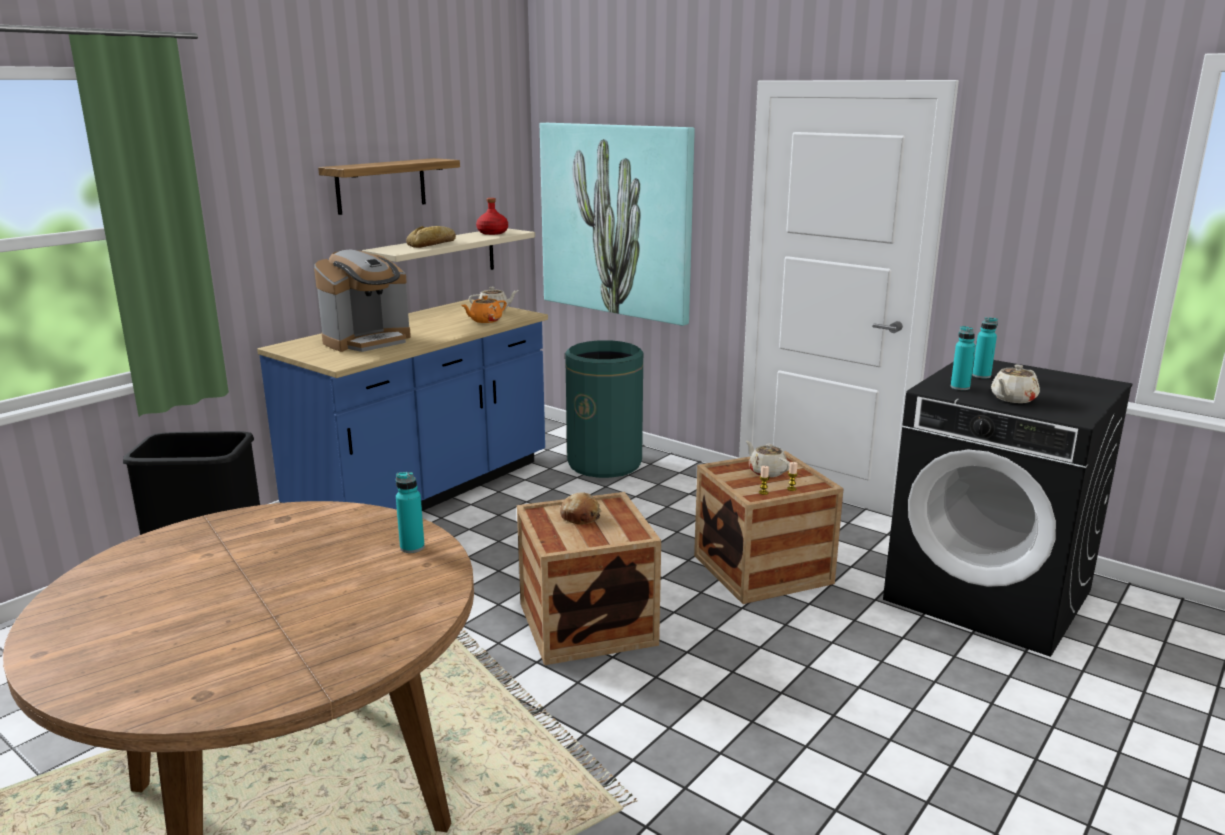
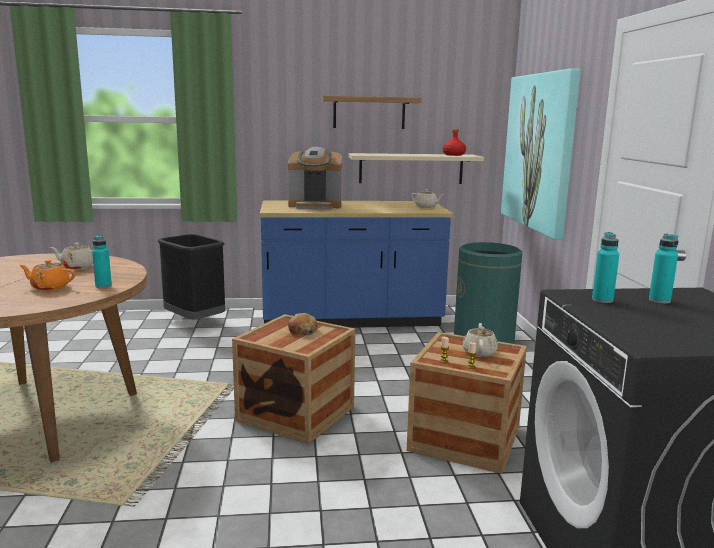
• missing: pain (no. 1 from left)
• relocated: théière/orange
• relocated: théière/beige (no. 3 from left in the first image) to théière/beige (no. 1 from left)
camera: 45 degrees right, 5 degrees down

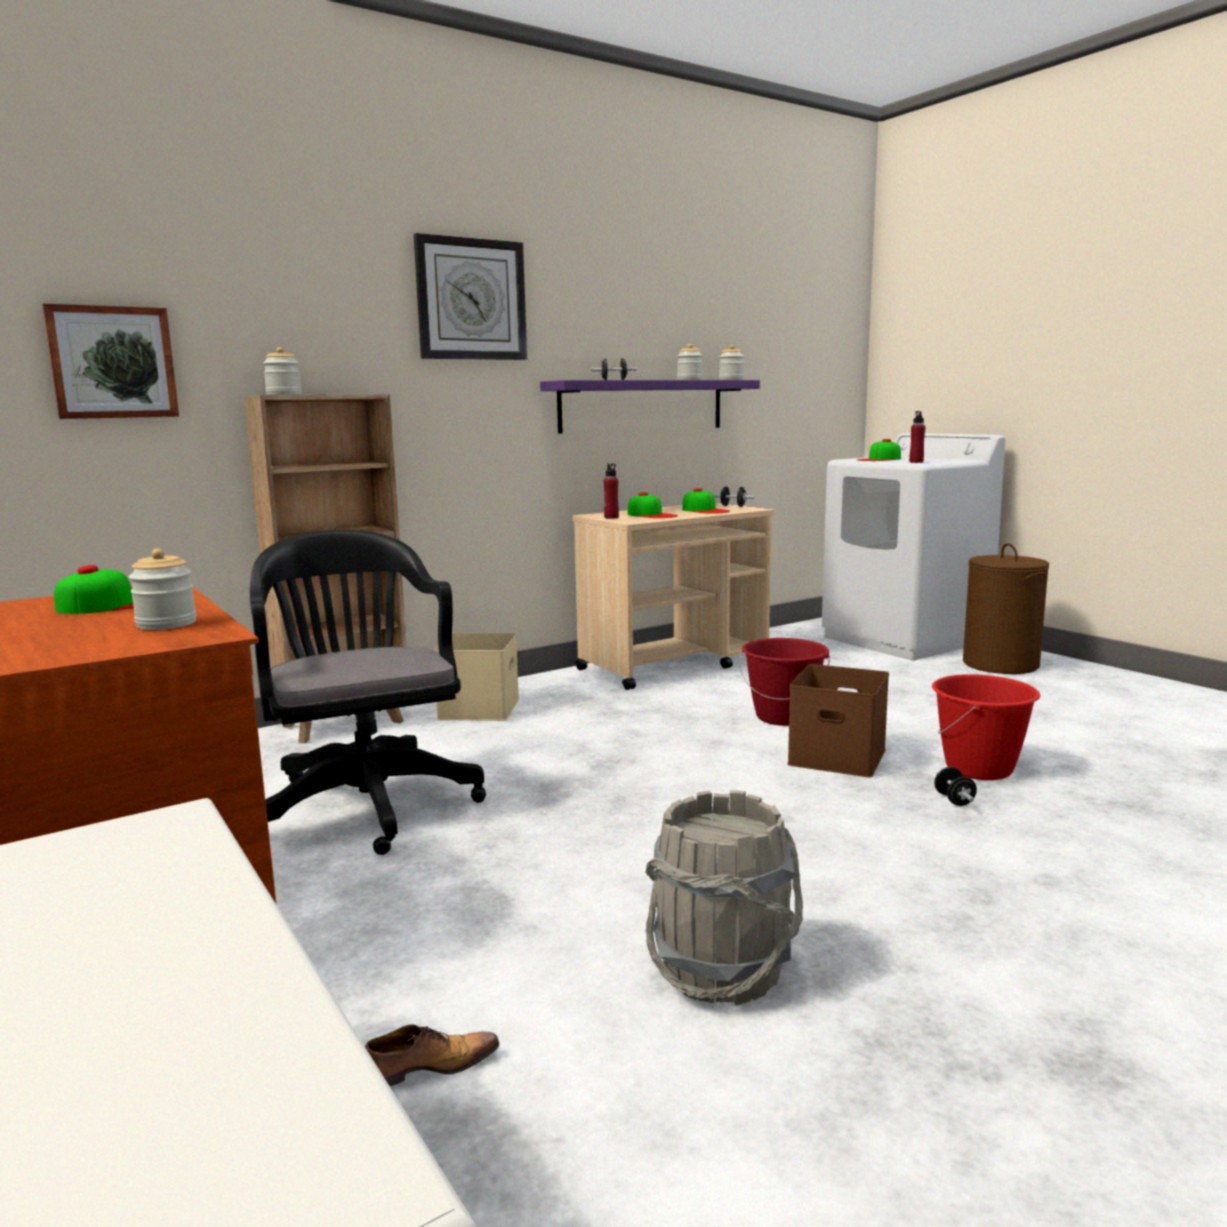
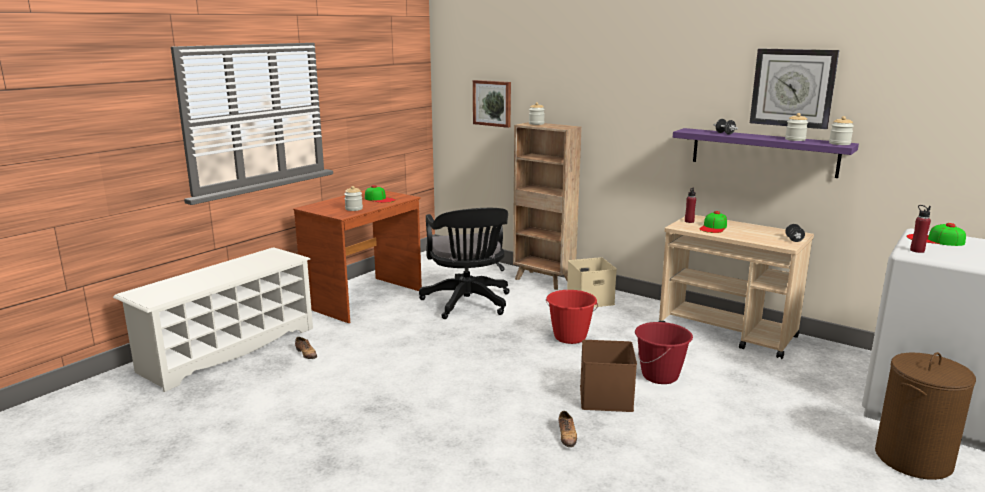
• relocated: horloge murale
• missing: casquette (no. 3 from left)
• spun: chaise de bureau/noir 120 degrees clockwise
• relocated: seau/rouge (no. 2 from left in the first image) to seau/rouge (no. 1 from left)
• exchanged: haltère/noir (no. 3 from left) to chaussure (no. 2 from left)
• missing: seau/gris
camera: 70 degrees right, 5 degrees up

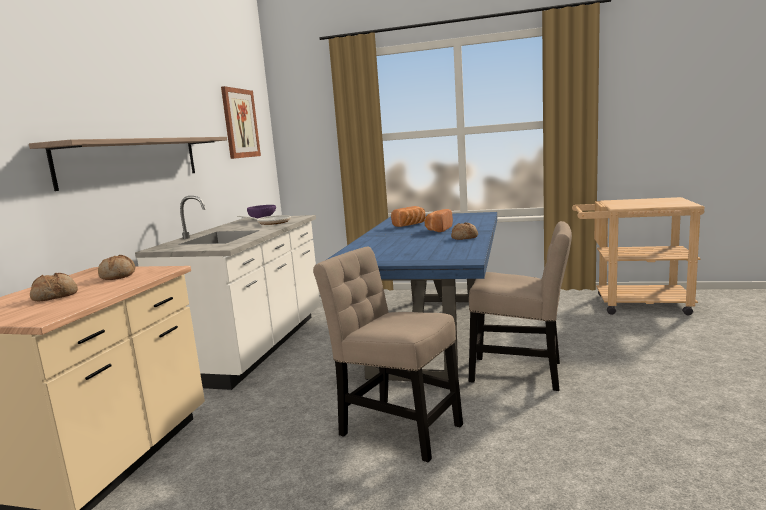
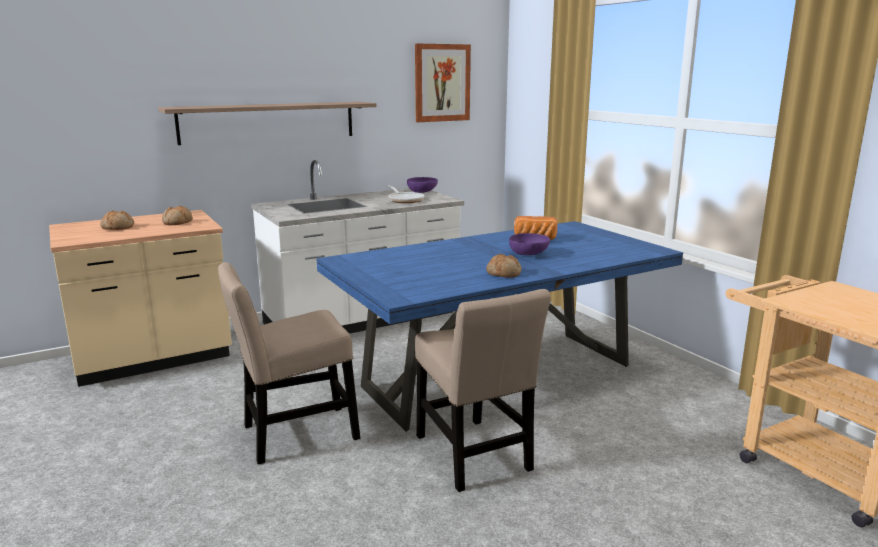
• exchanged: pain (no. 4 from left) to bol/violet (no. 2 from left)
• spun: chaise/beige (no. 1 from left) 105 degrees counterclockwise
camera: 45 degrees right, 5 degrees up

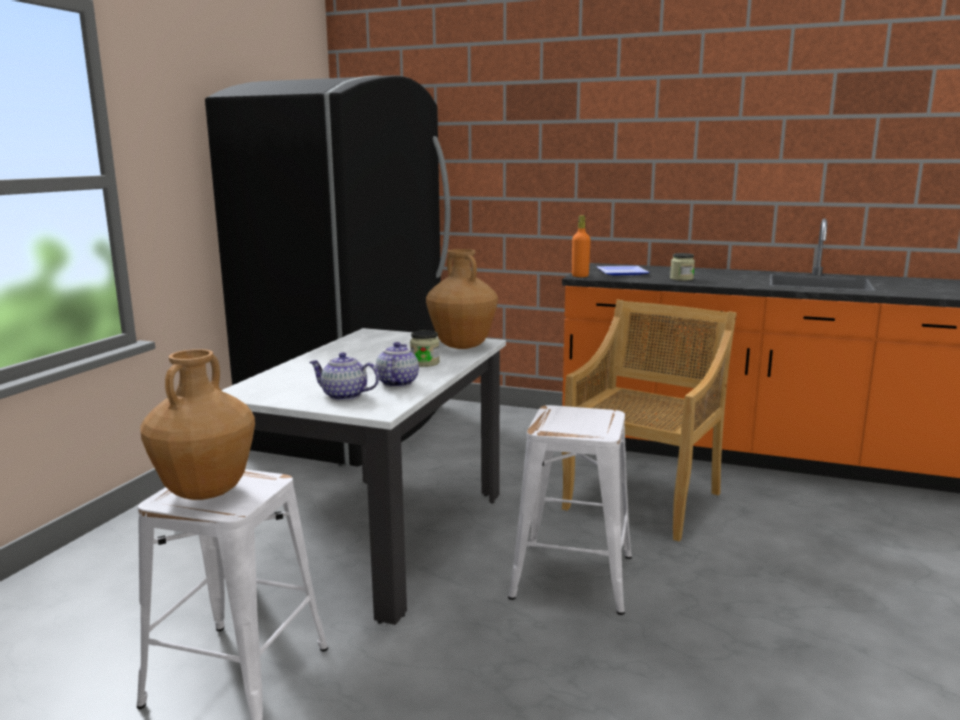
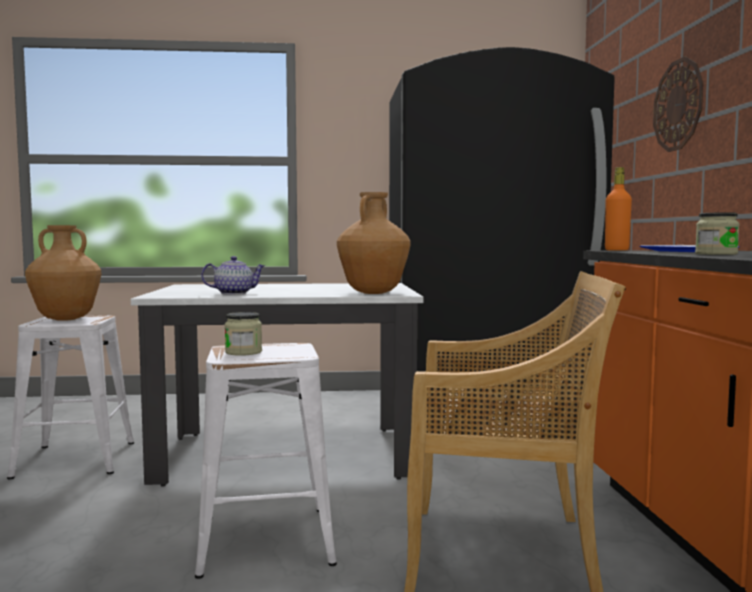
• relocated: bocal (no. 1 from left)
• missing: théière (no. 1 from left)
• appeared: horloge murale
camera: 65 degrees right, 10 degrees down

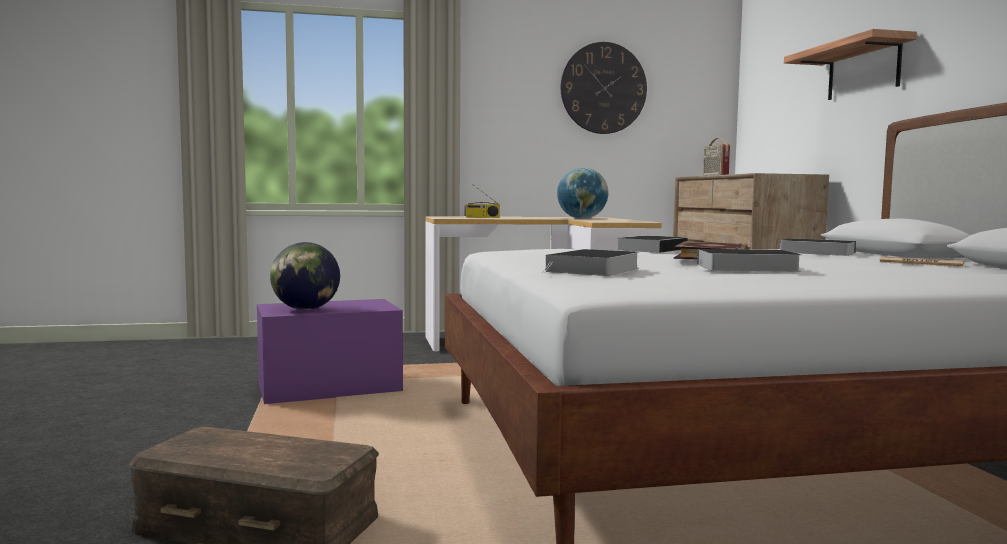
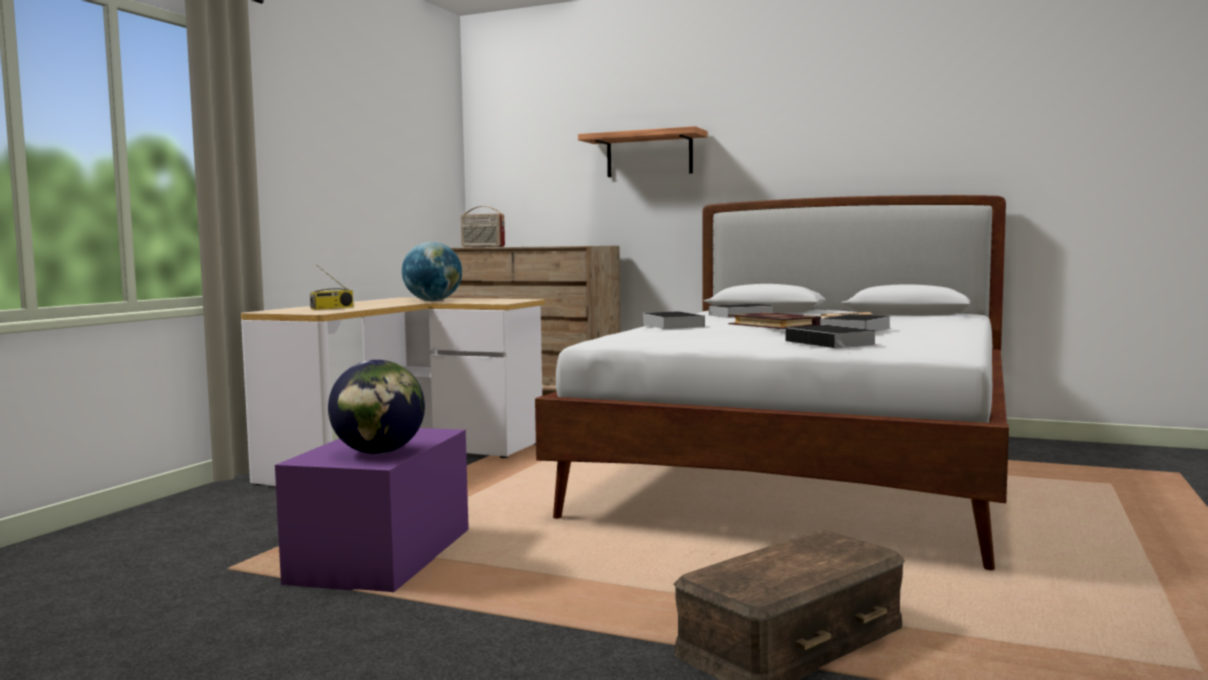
• missing: horloge murale
camera: 55 degrees left, 0 degrees up

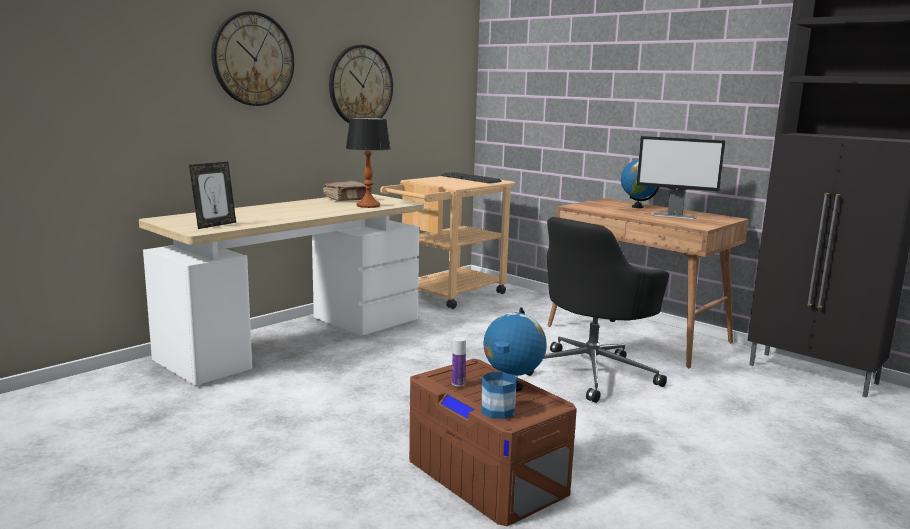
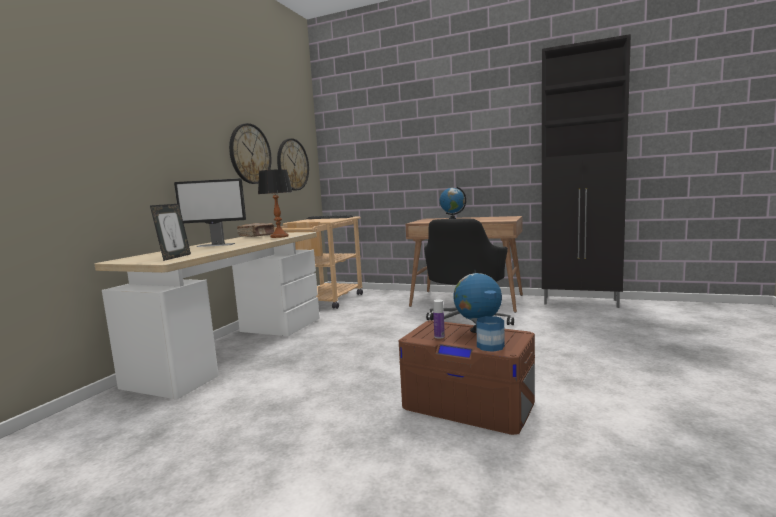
• relocated: horloge murale (no. 1 from left in the first image) to horloge murale (no. 2 from left)
• relocated: écran d'ordinateur
camera: 20 degrees left, 5 degrees down

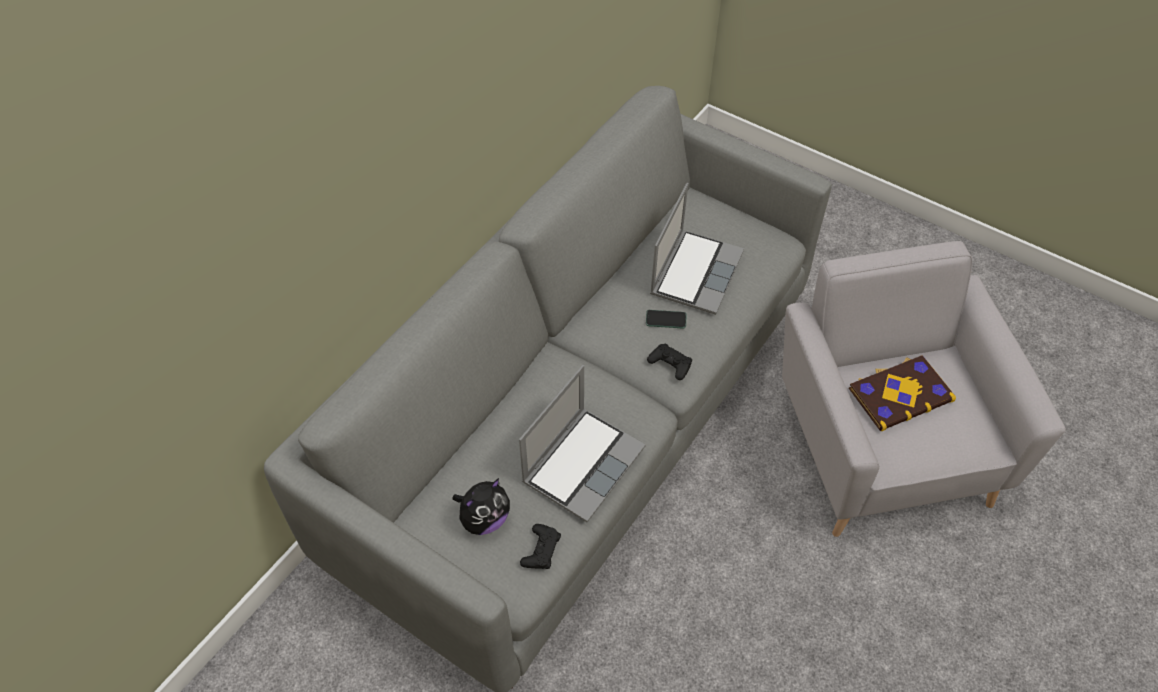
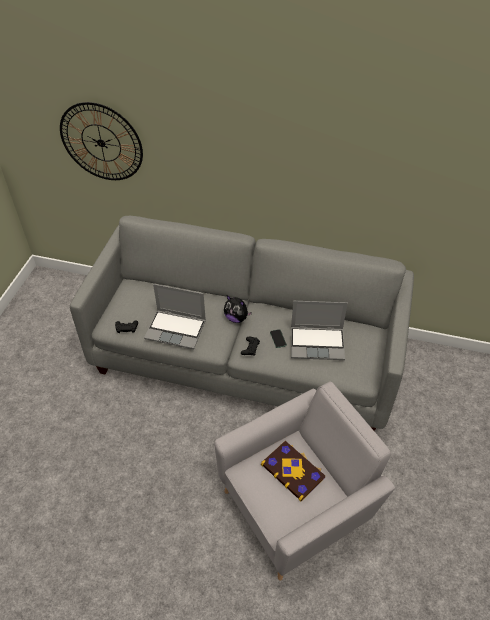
• relocated: peluche
• appeared: horloge murale
camera: 70 degrees right, 5 degrees down

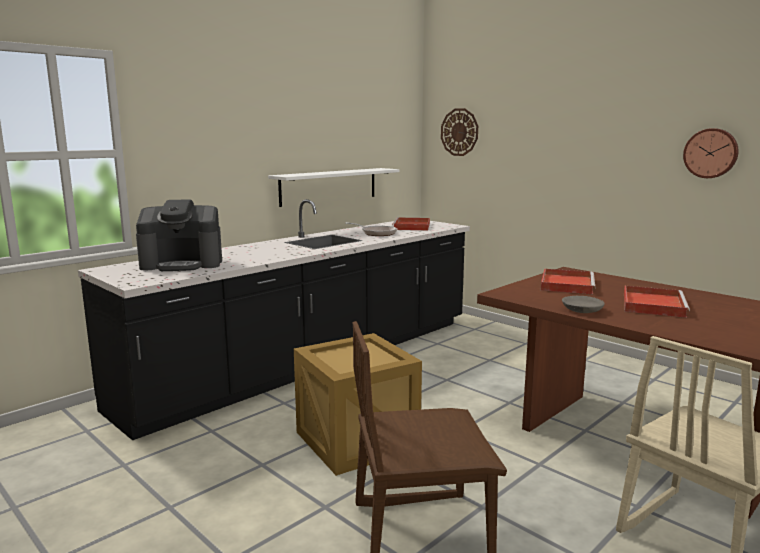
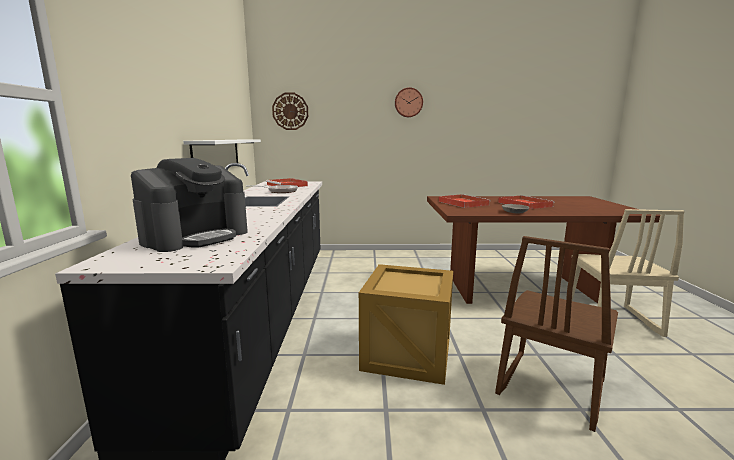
• relocated: horloge murale (no. 2 from left)
camera: 45 degrees left, 0 degrees up

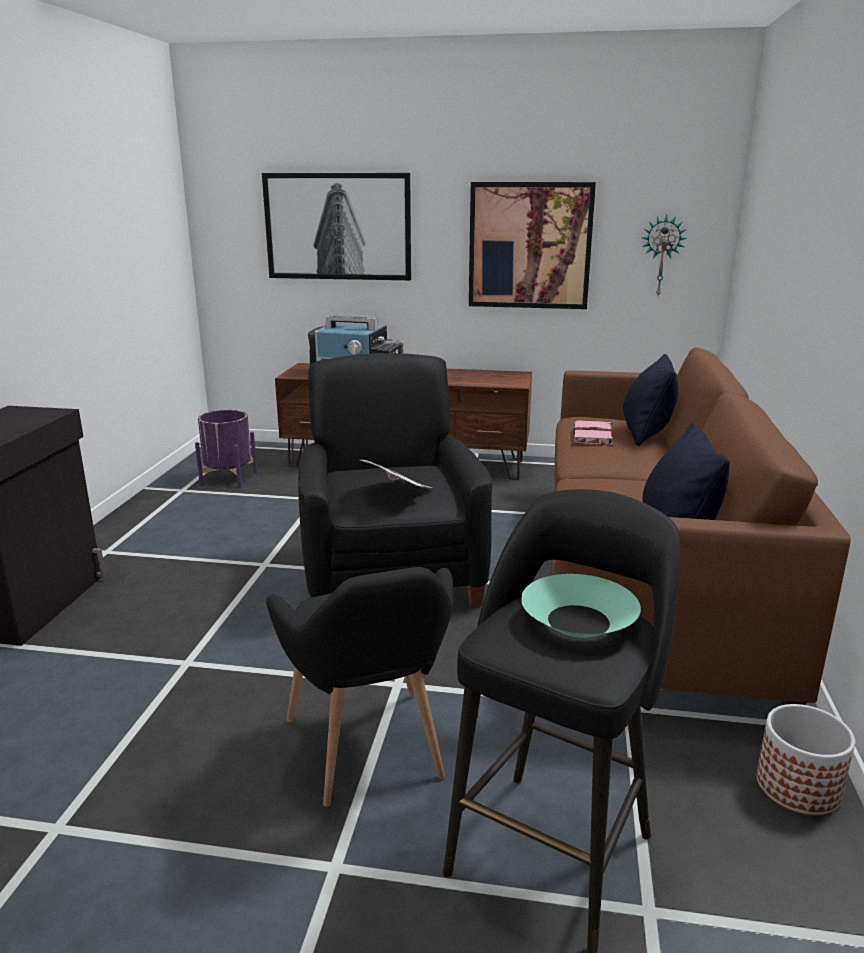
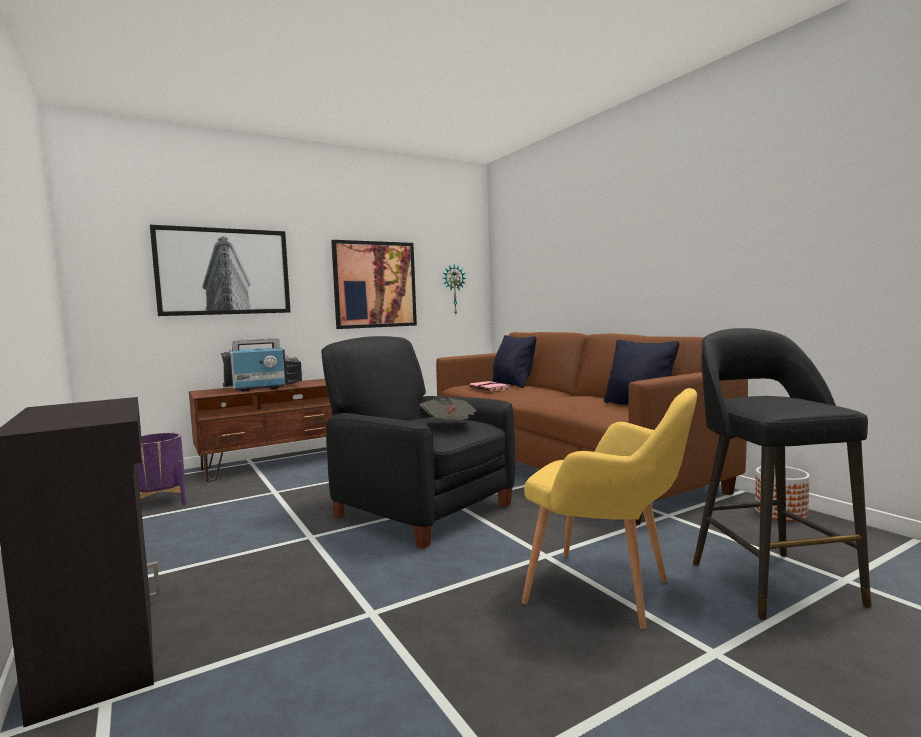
• colour: fauteuil/noir (no. 1 from left) to fauteuil/jaune
• missing: bol/turquoise
camera: 40 degrees left, 15 degrees down

